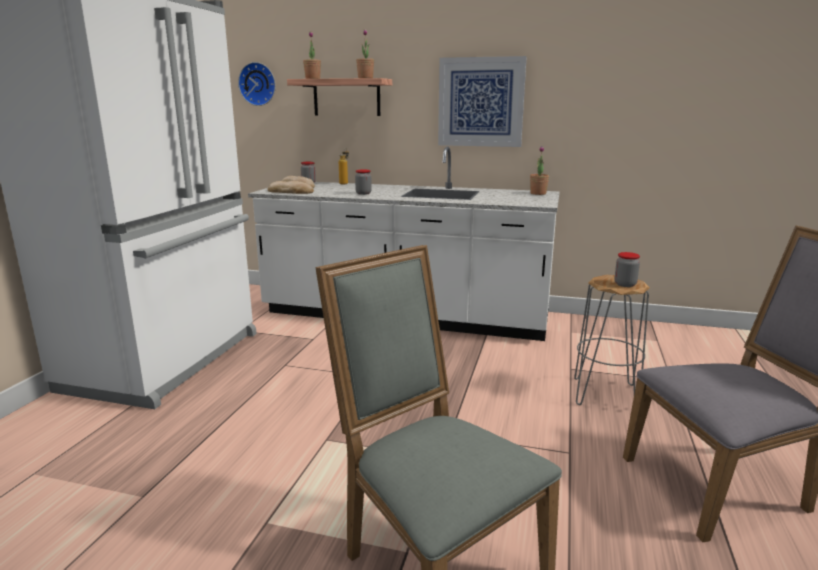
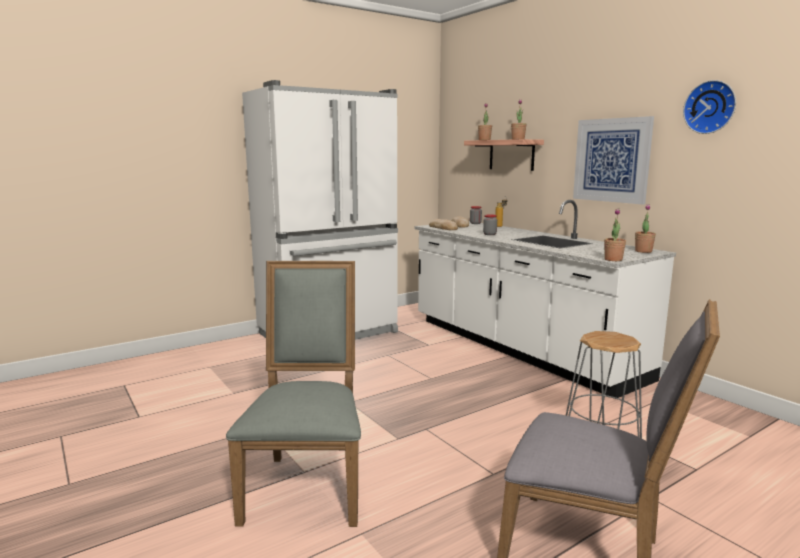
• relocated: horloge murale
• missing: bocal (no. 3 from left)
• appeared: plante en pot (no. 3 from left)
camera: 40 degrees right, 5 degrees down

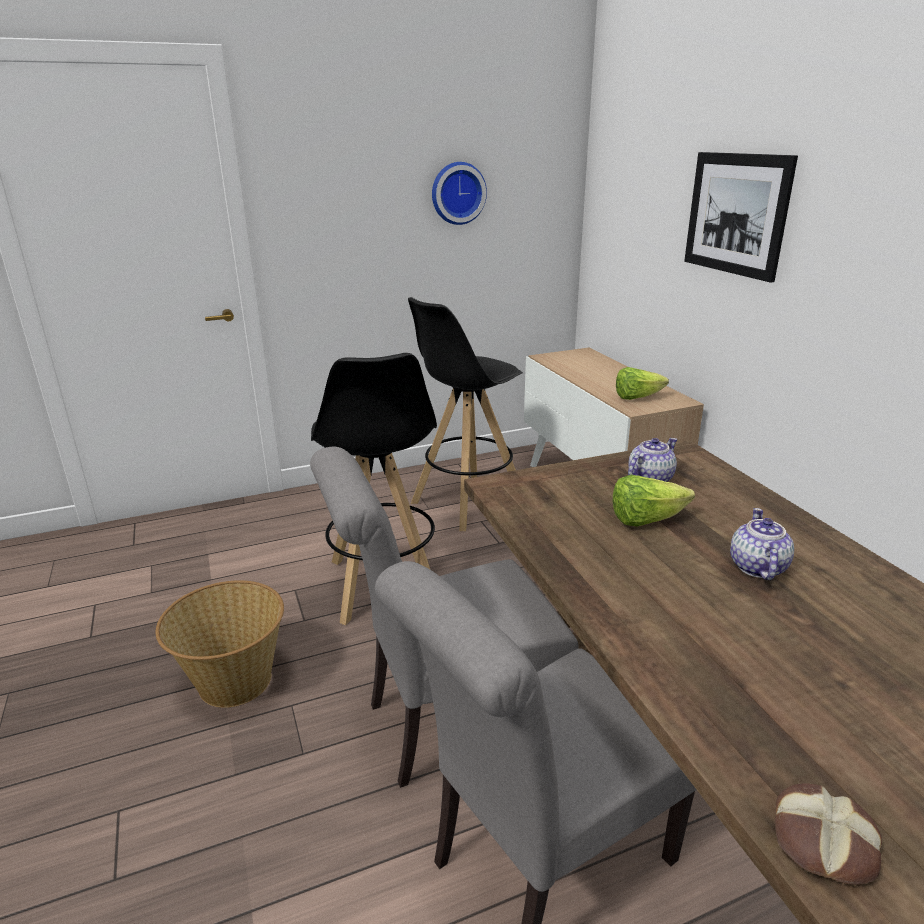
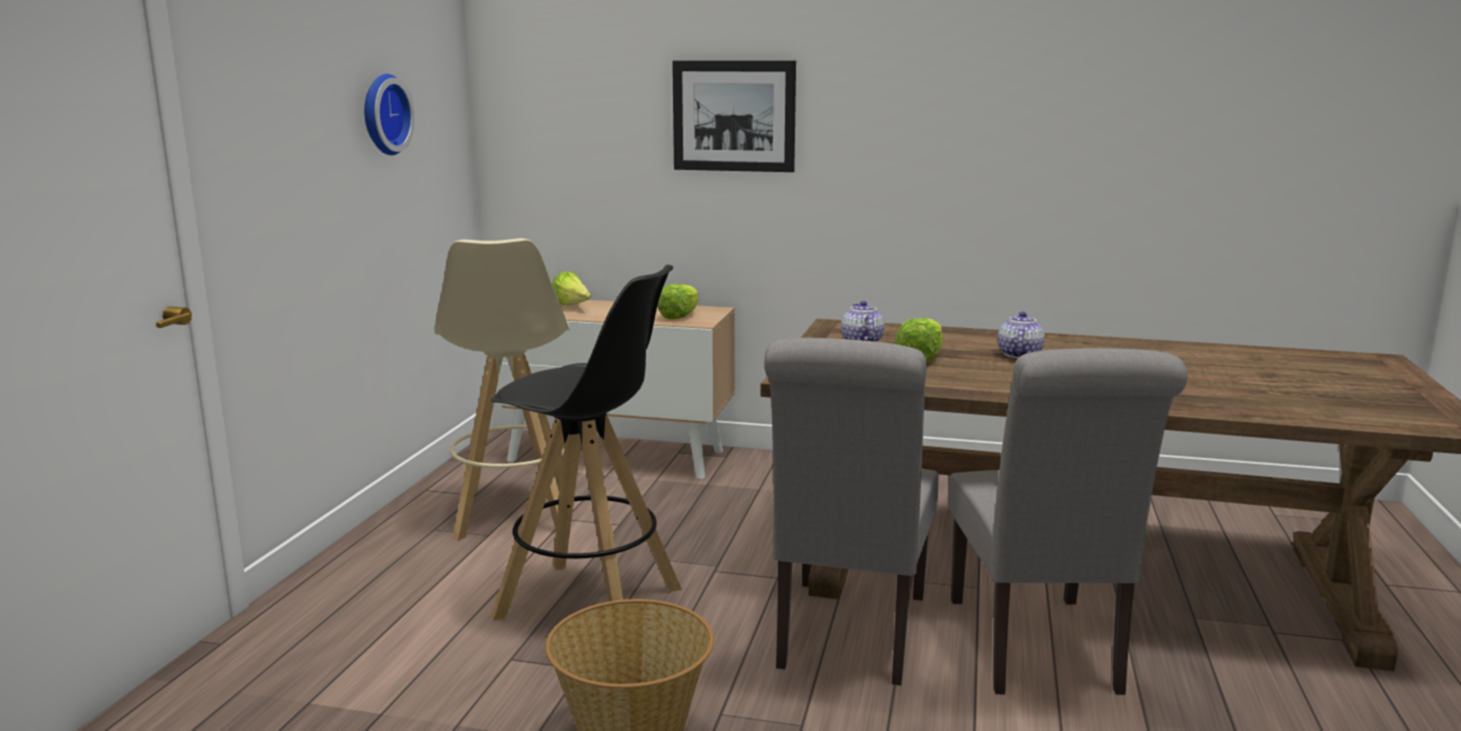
• colour: tabouret/noir (no. 2 from left) to tabouret/beige
• spun: théière (no. 2 from left) 60 degrees clockwise
• missing: pain
• appeared: laitue (no. 1 from left)
camera: 55 degrees left, 10 degrees down

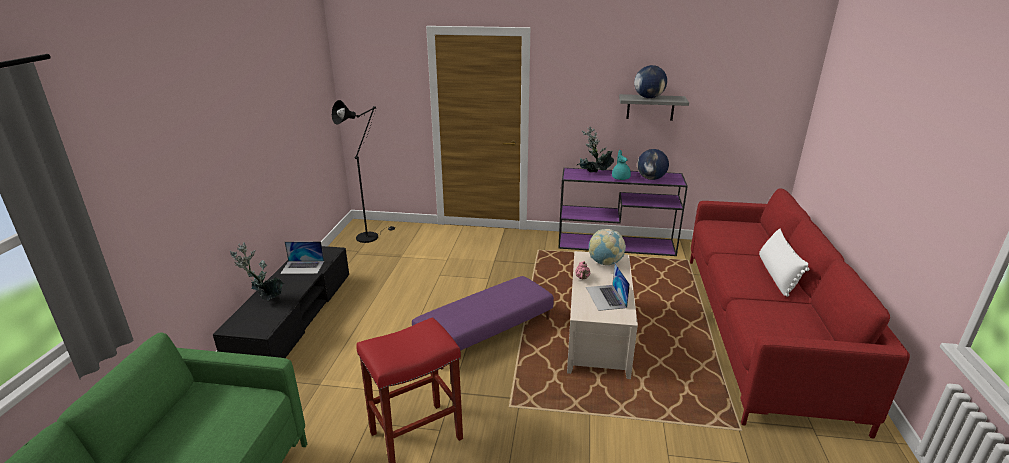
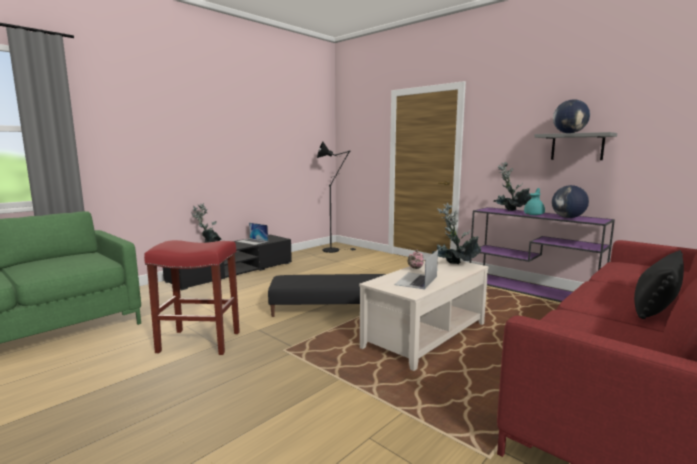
• exchanged: globe (no. 1 from left) to plante en pot (no. 2 from left)
• colour: coussin/blanc to coussin/noir
• colour: pouf/violet to pouf/noir
camera: 35 degrees right, 15 degrees down

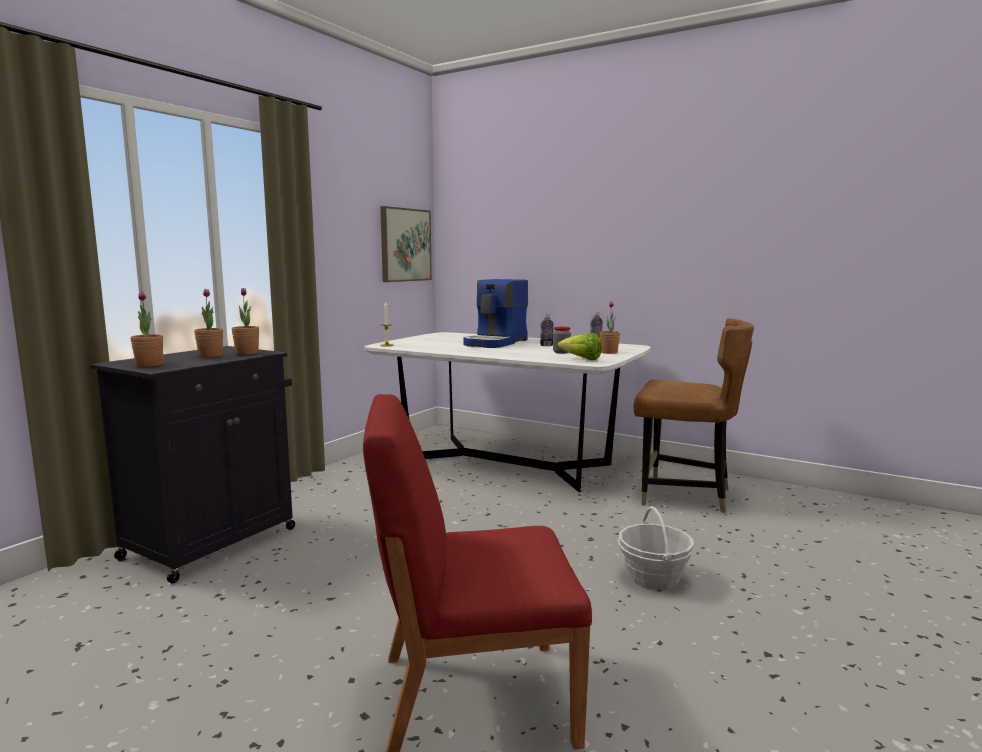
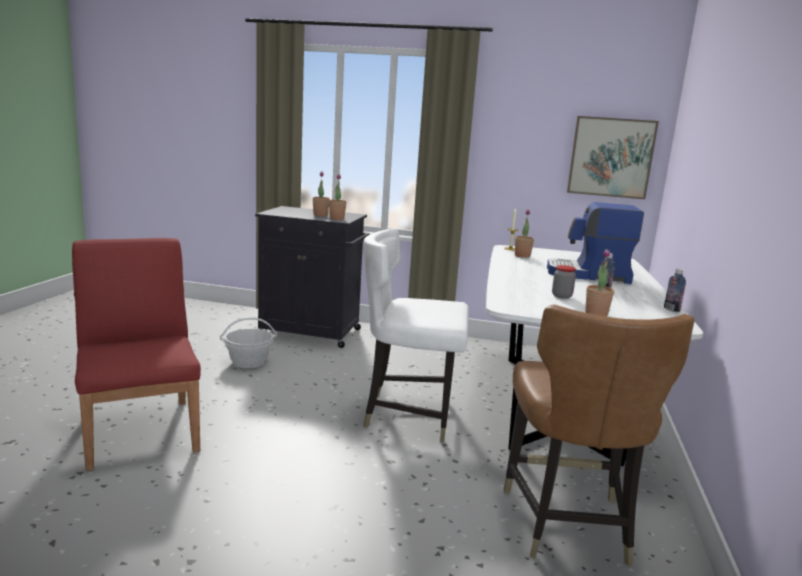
• relocated: plante en pot (no. 1 from left in the first image) to plante en pot (no. 3 from left)
• missing: laitue
• relocated: panier
• appeared: chaise/blanc
camera: 70 degrees right, 5 degrees up

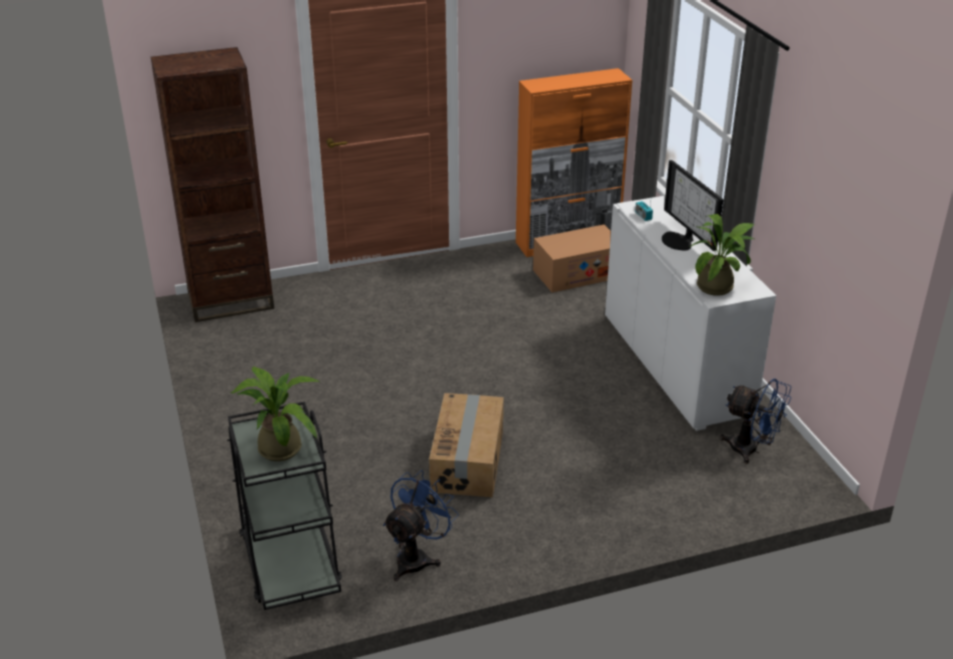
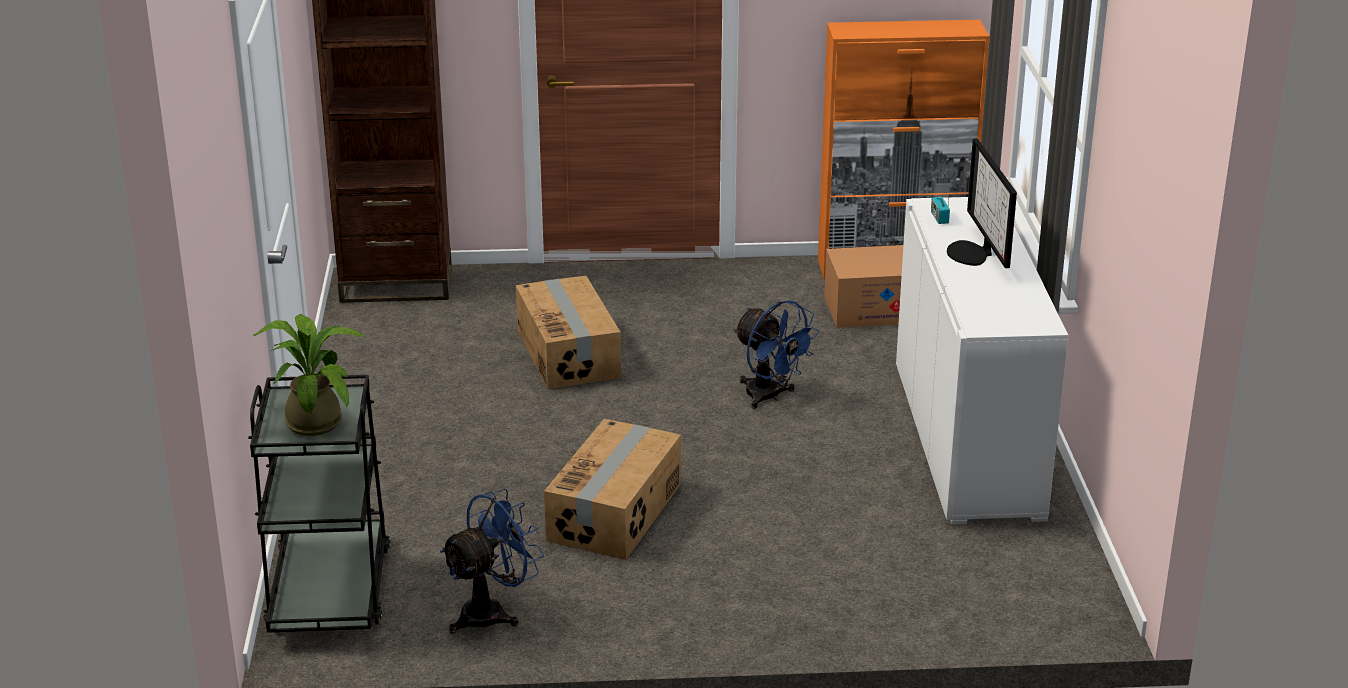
• missing: plante en pot (no. 2 from left)
• relocated: ventilateur/bleu (no. 2 from left)
• appeared: carton (no. 1 from left)
camera: 15 degrees right, 5 degrees down

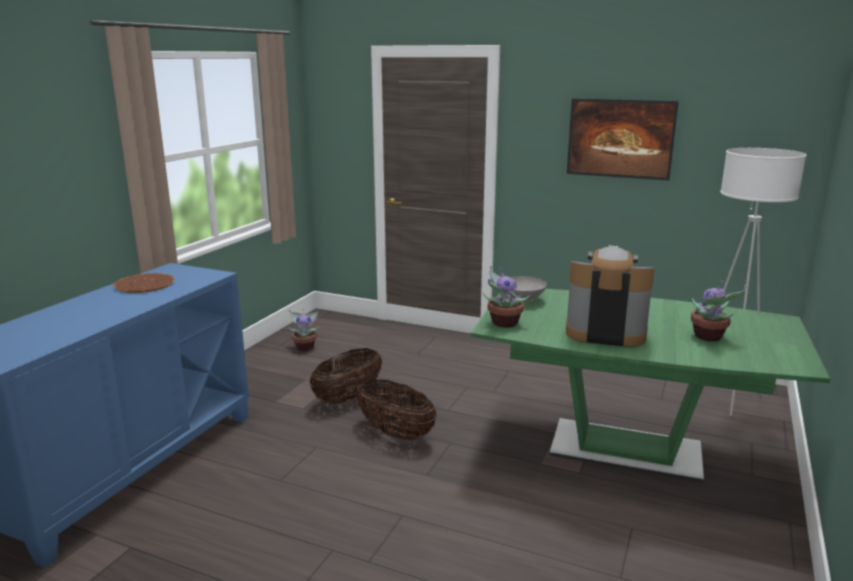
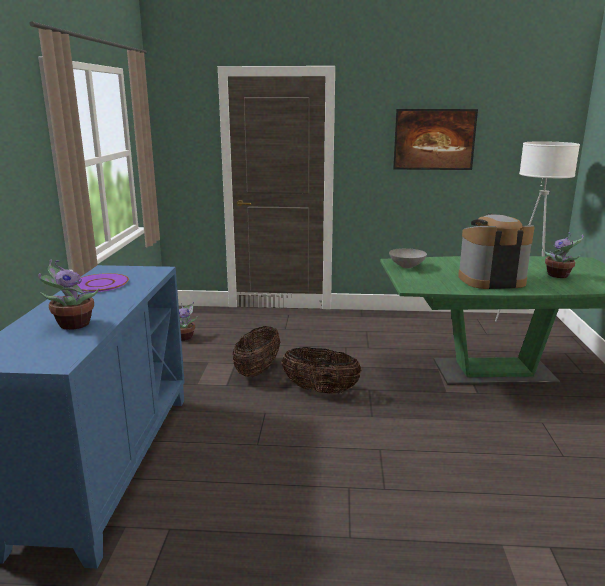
• relocated: plante en pot (no. 2 from left in the first image) to plante en pot (no. 1 from left)
• colour: assiette/marron to assiette/violet
camera: 20 degrees left, 0 degrees up

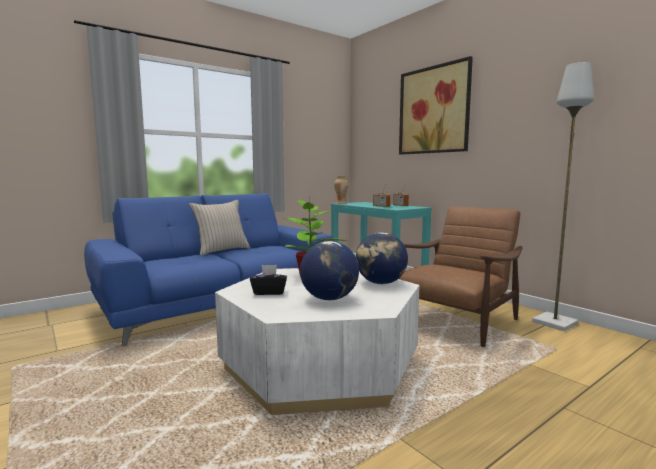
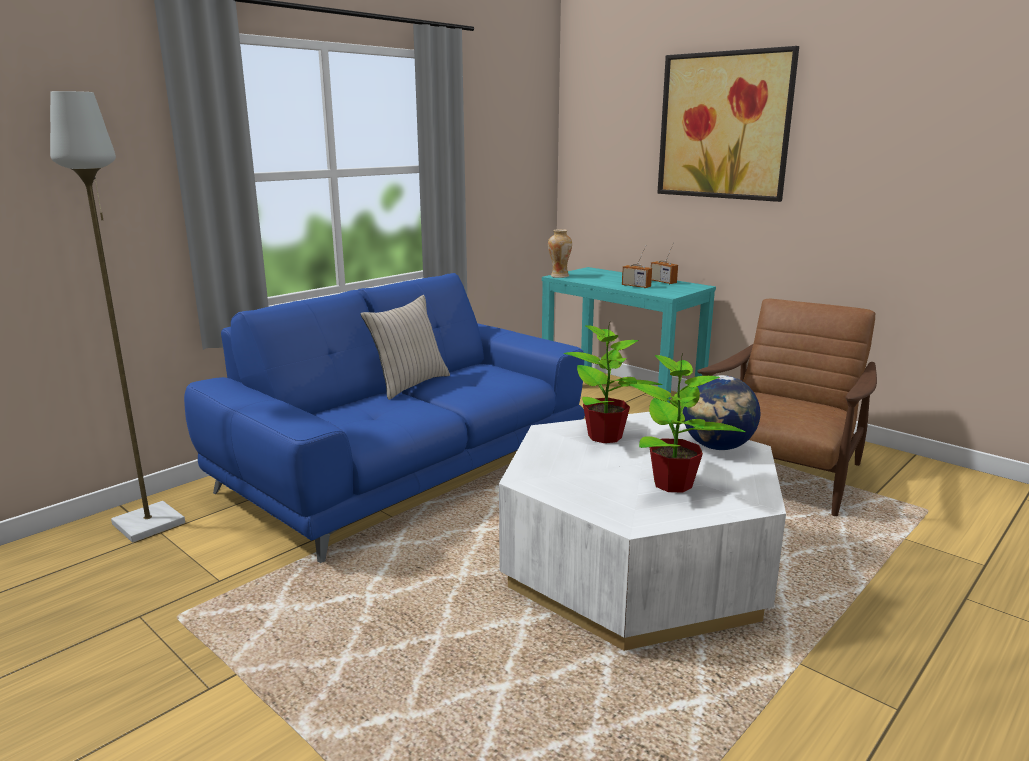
• relocated: lampadaire/gris
• exchanged: globe (no. 1 from left) to plante en pot (no. 2 from left)
• missing: boîte à mouchoirs/noir
camera: 10 degrees left, 10 degrees up

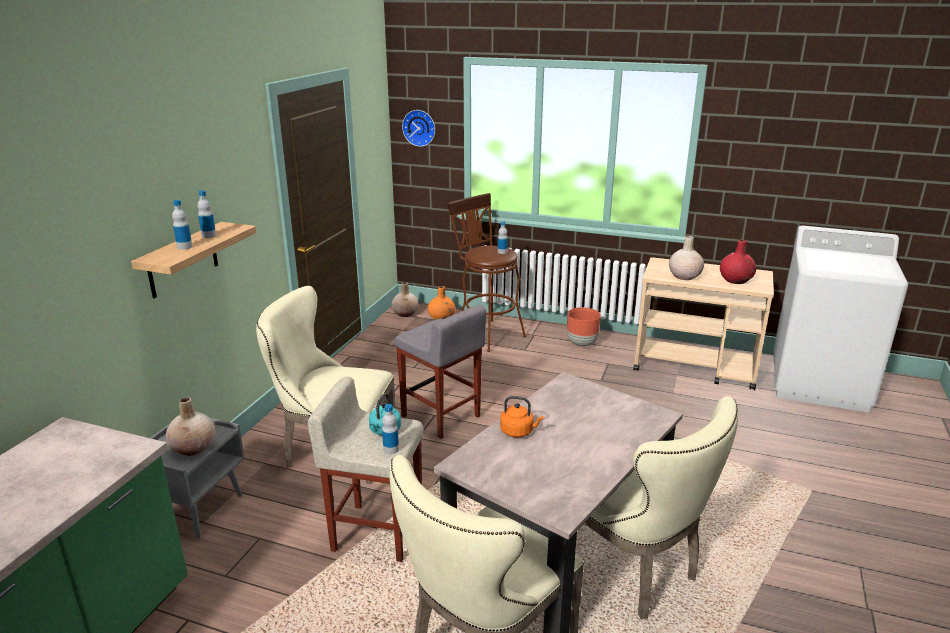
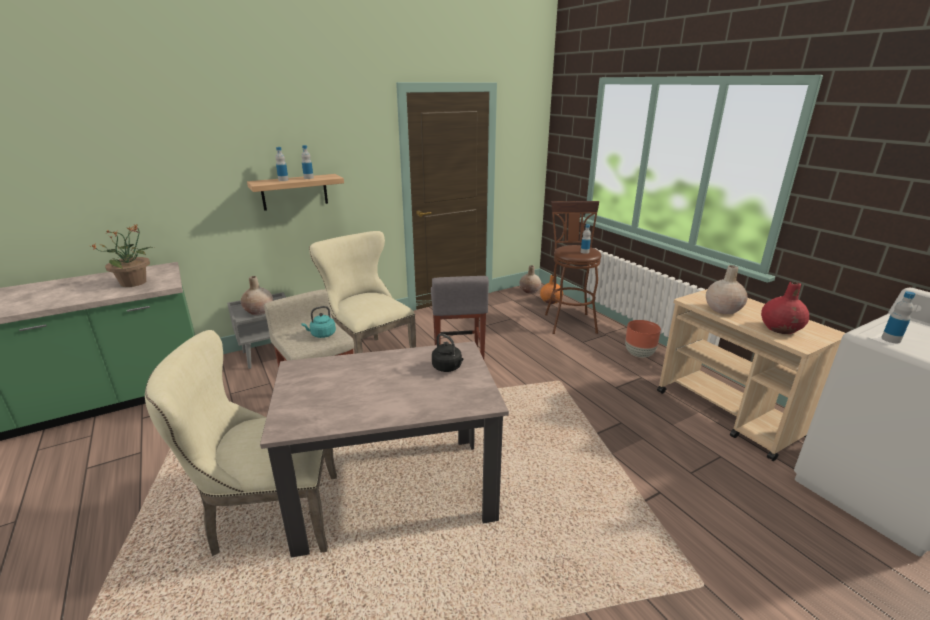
• missing: horloge murale
• missing: bouilloire/orange
• missing: chaise/beige (no. 3 from left)
• relocated: bouteille (no. 3 from left in the first image) to bouteille (no. 4 from left)
• appeared: plante en pot
• appeared: bouilloire/noir
camera: 40 degrees right, 0 degrees up

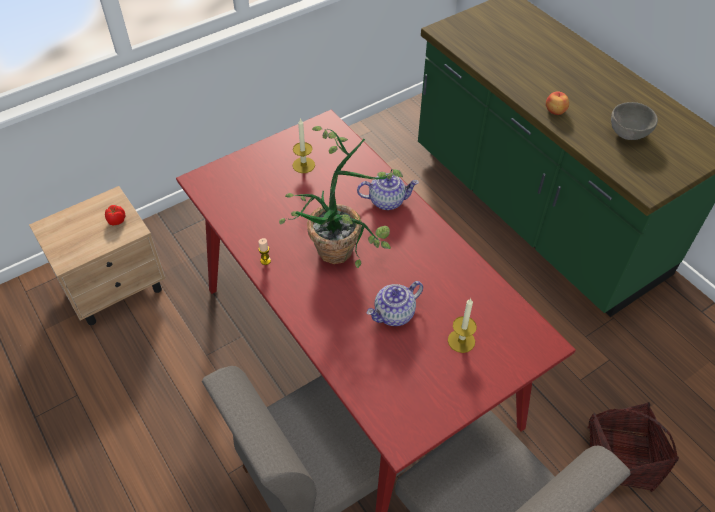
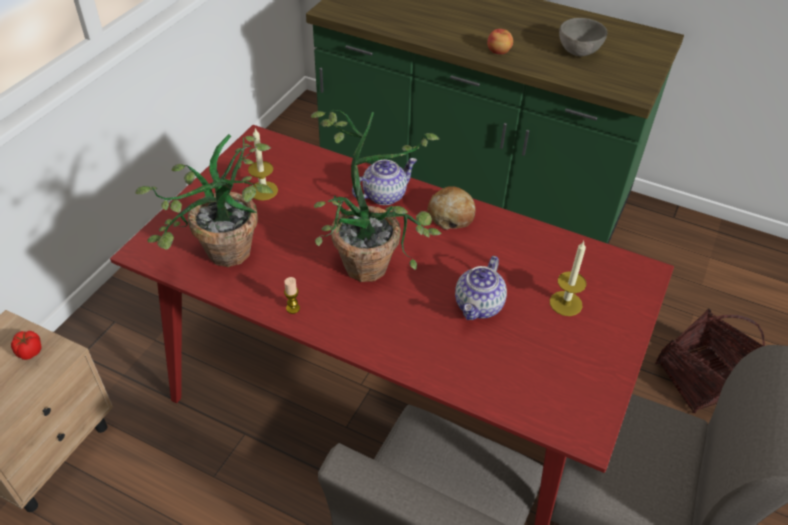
• appeared: plante en pot (no. 1 from left)
• appeared: pain
camera: 30 degrees left, 5 degrees down

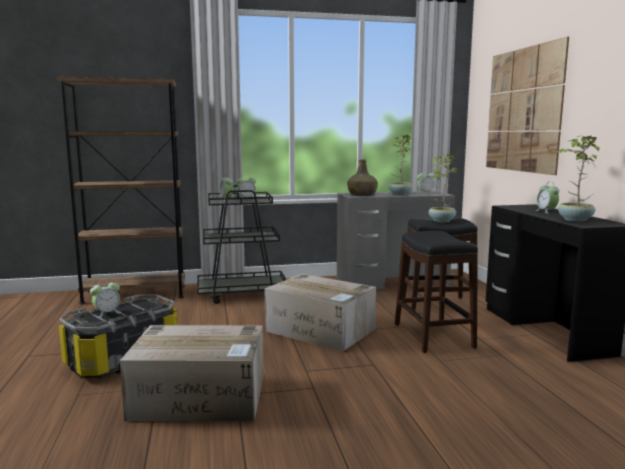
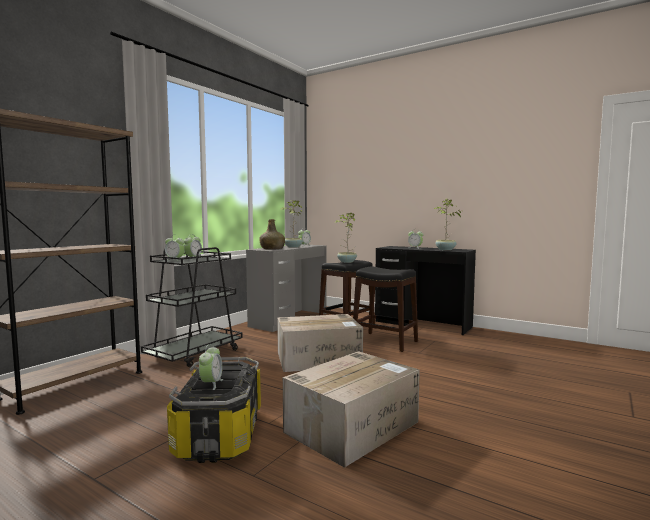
• missing: tableau
camera: 45 degrees left, 5 degrees down

